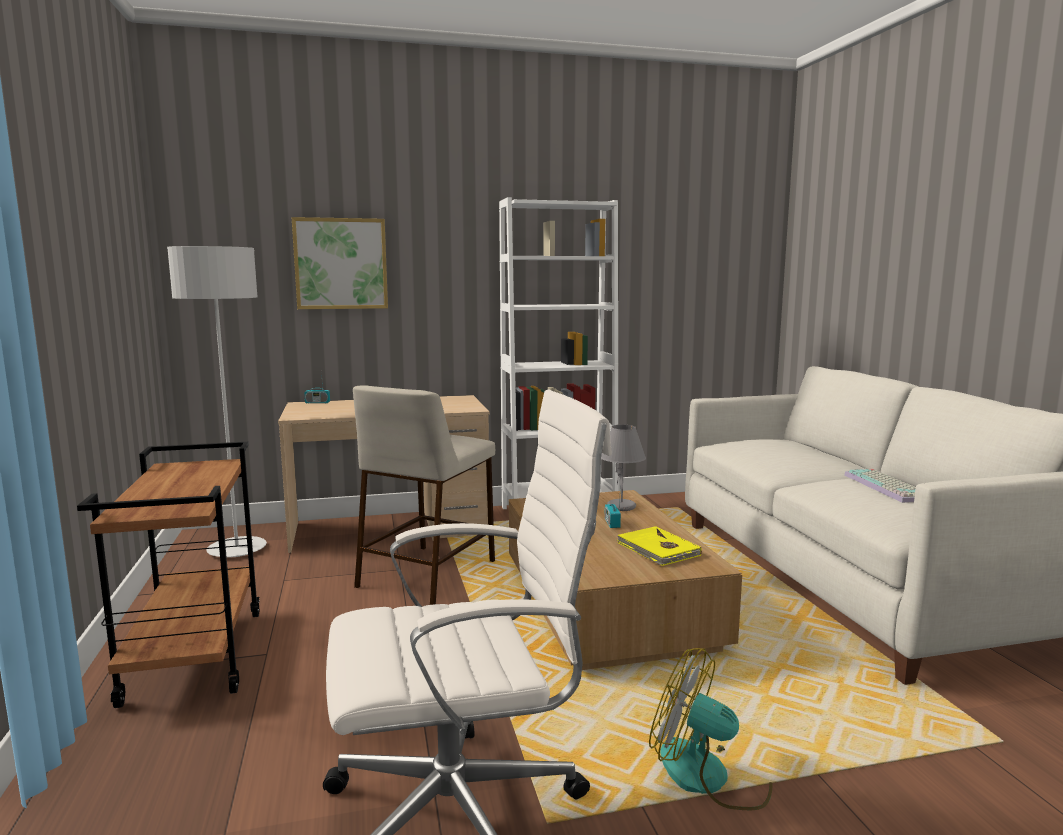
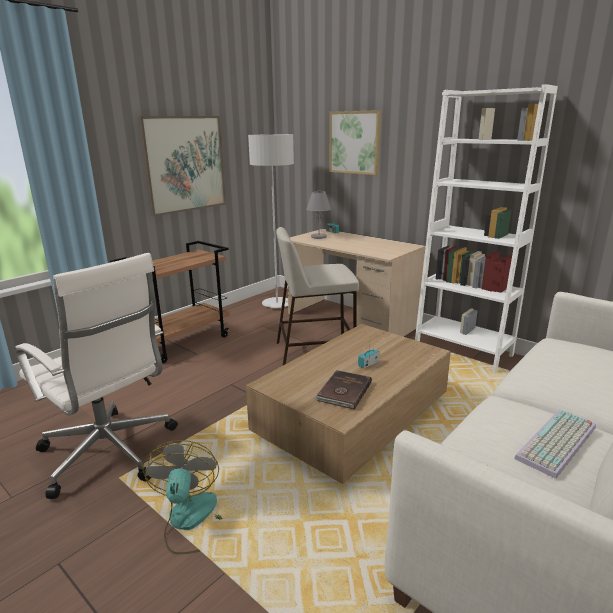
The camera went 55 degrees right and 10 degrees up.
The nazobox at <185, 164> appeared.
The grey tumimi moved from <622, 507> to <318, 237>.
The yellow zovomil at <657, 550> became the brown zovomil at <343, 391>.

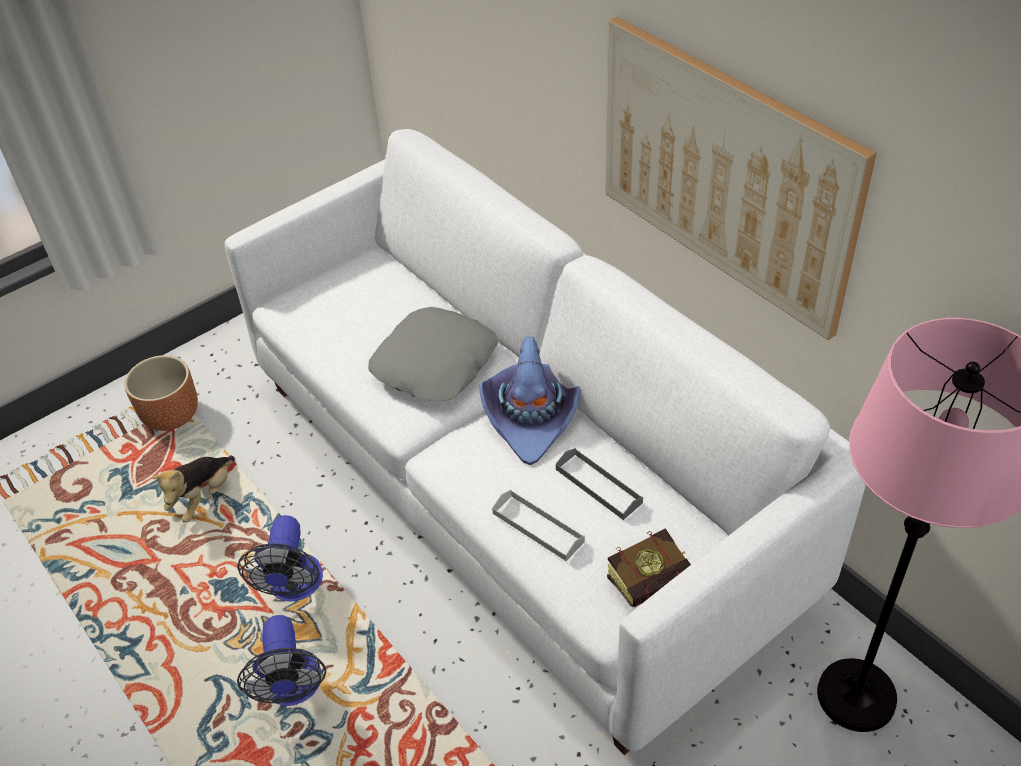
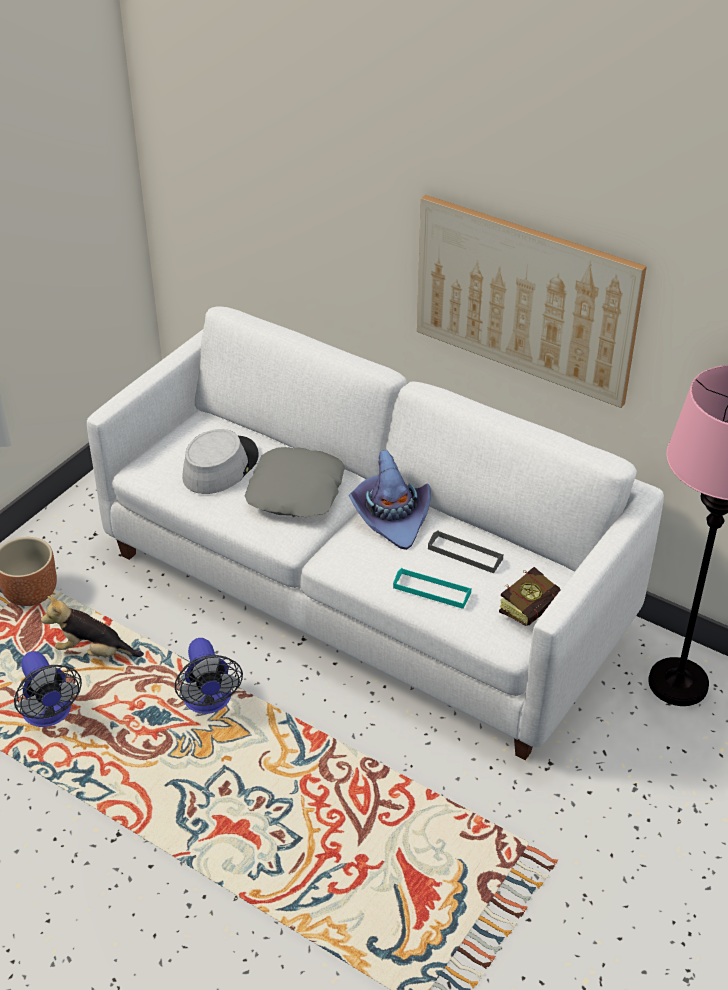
The camera went 20 degrees left and 5 degrees down.
The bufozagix moved from <293, 689> to <50, 715>.
The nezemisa at <203, 497> turned 90 degrees clockwise.
The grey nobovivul at <220, 466> appeared.
The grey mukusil at <538, 527> became the turquoise mukusil at <432, 590>.

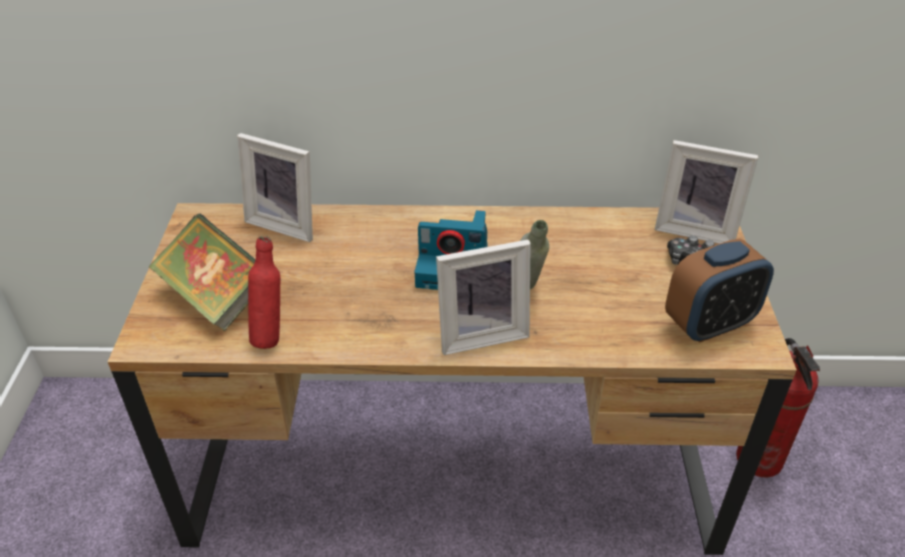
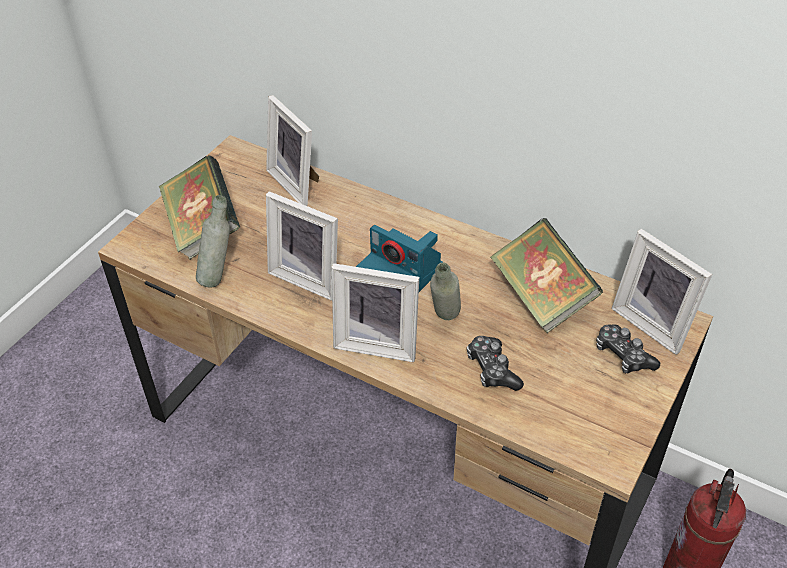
The camera went 30 degrees right and 5 degrees up.
The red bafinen at <271, 335> became the grey bafinen at <219, 277>.
The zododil at <309, 276> appeared.
The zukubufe at <492, 370> appeared.
The zovomil at <541, 297> appeared.
The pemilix at <709, 324> disappeared.

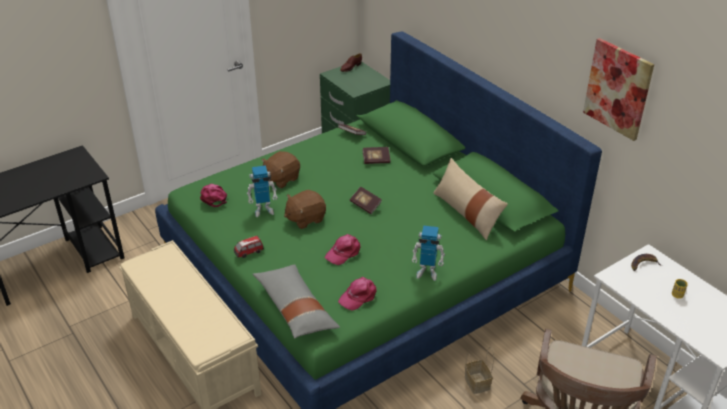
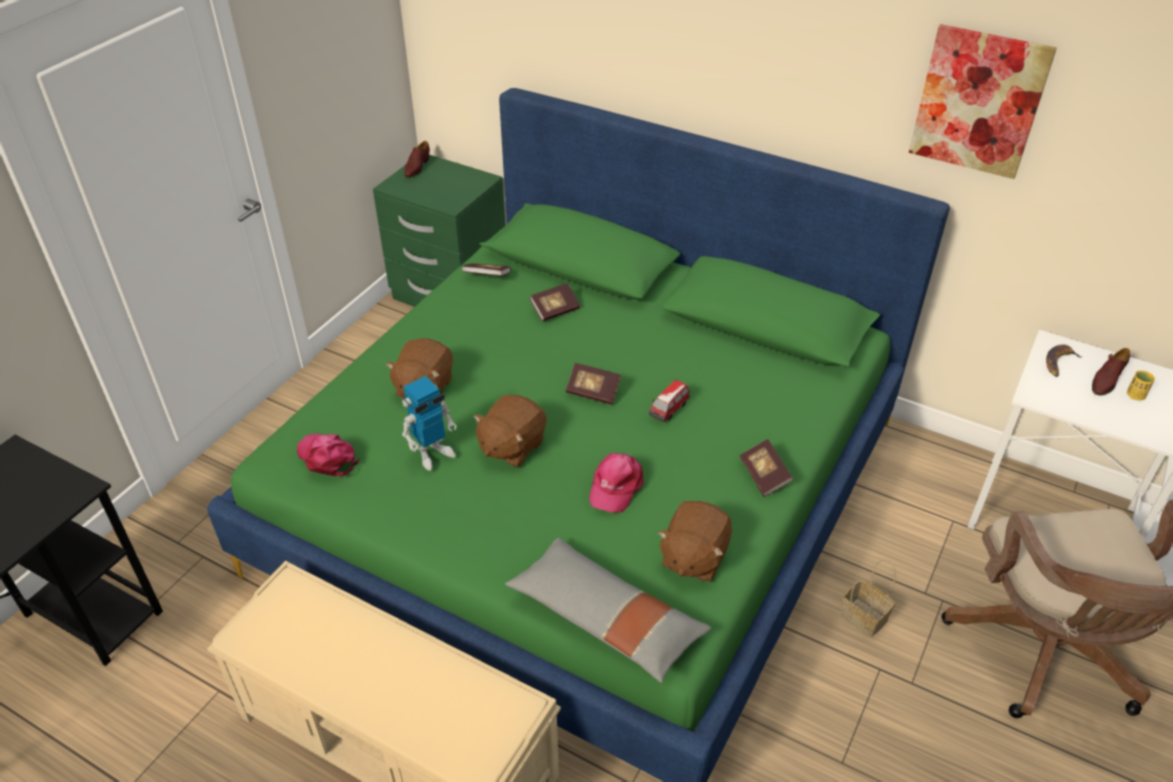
The camera went 25 degrees left and 5 degrees up.
The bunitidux moved from <249, 252> to <669, 410>.
The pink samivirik at <358, 296> was replaced by the brown nezemisa at <693, 557>.
The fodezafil at <427, 272> was replaced by the zovomil at <764, 475>.
The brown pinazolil at <1106, 380> appeared.
The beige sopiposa at <467, 213> disappeared.

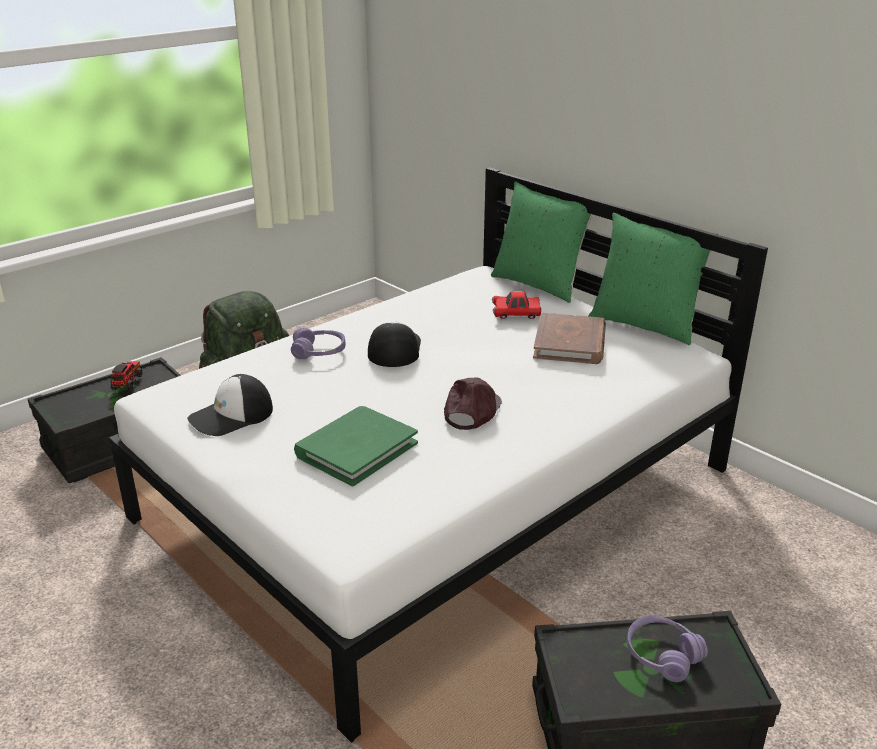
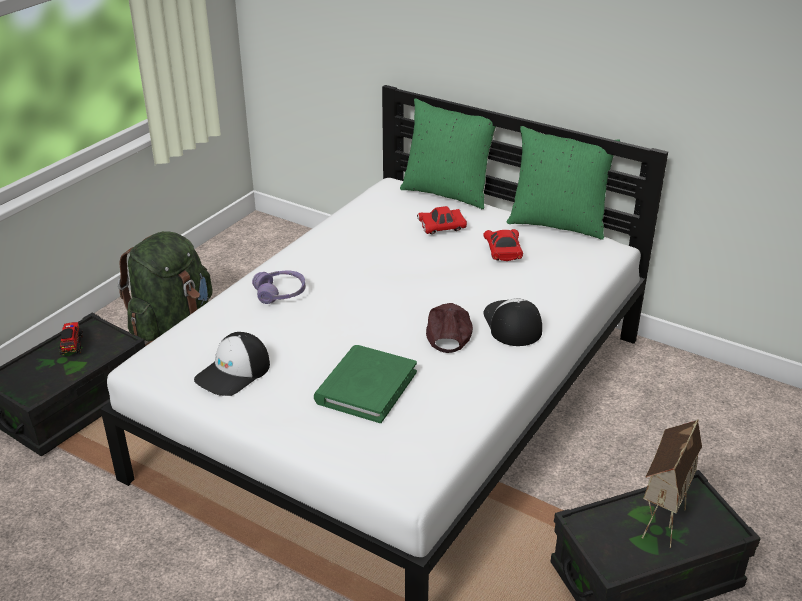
The camera went 15 degrees left and 5 degrees up.
The brown zovomil at <570, 343> was replaced by the red bunitidux at <503, 252>.
The samivirik moved from <394, 349> to <511, 324>.
The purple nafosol at <662, 655> was replaced by the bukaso at <660, 517>.

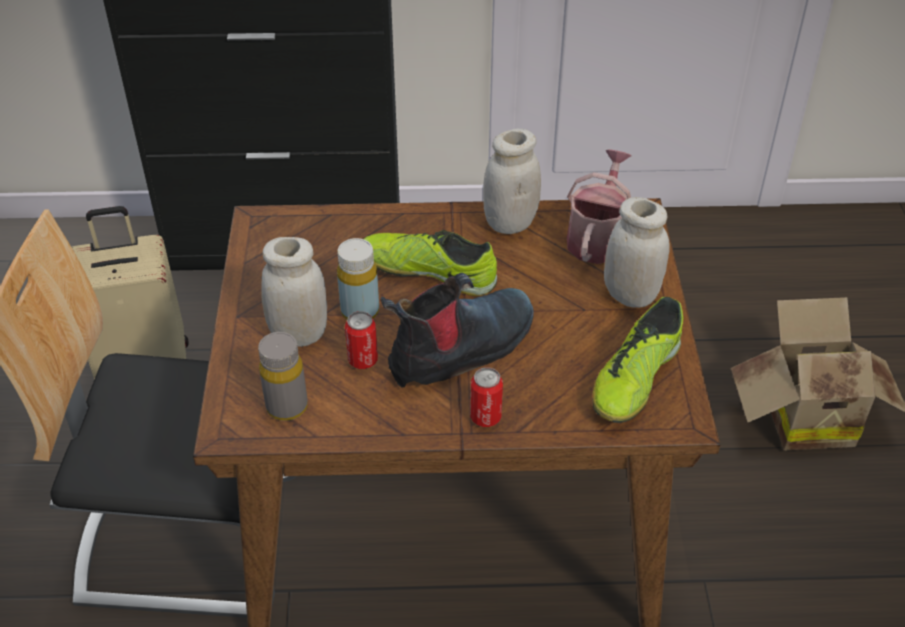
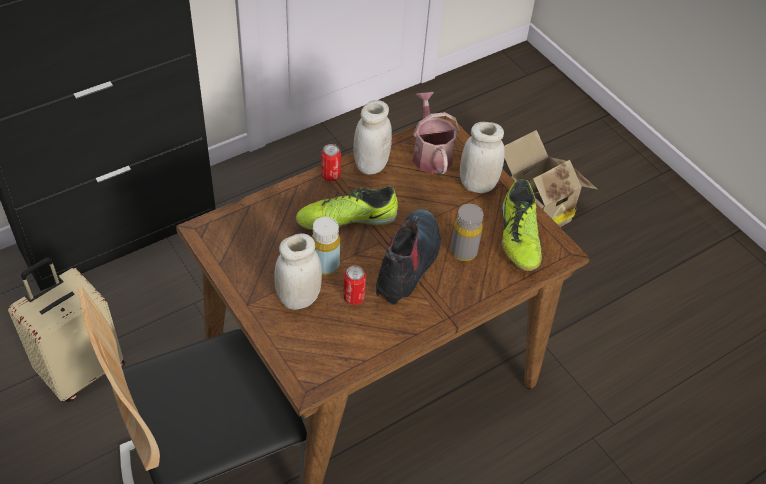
The camera went 35 degrees left and 5 degrees up.
The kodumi moved from <485, 417> to <330, 176>.
The grey bafinen moved from <287, 406> to <463, 251>.

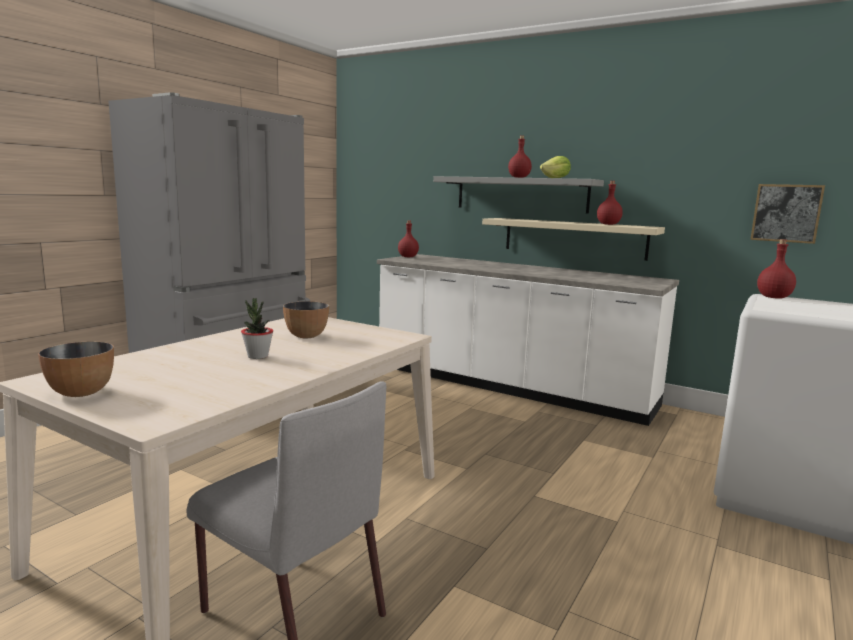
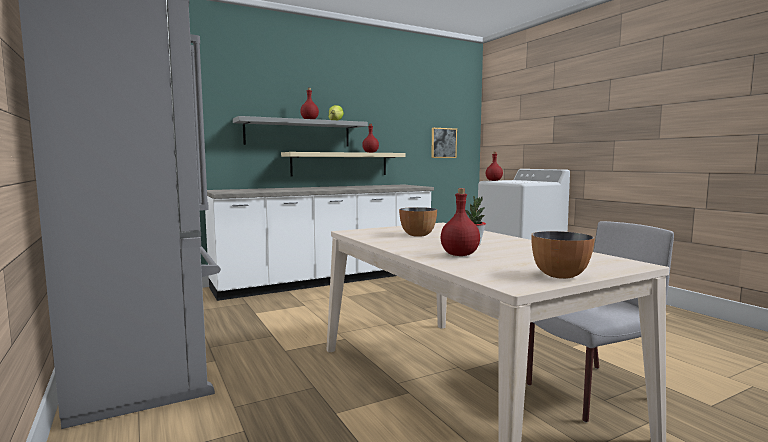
The camera went 60 degrees left and 5 degrees down.
The red bafinen moved from <407, 257> to <460, 255>.

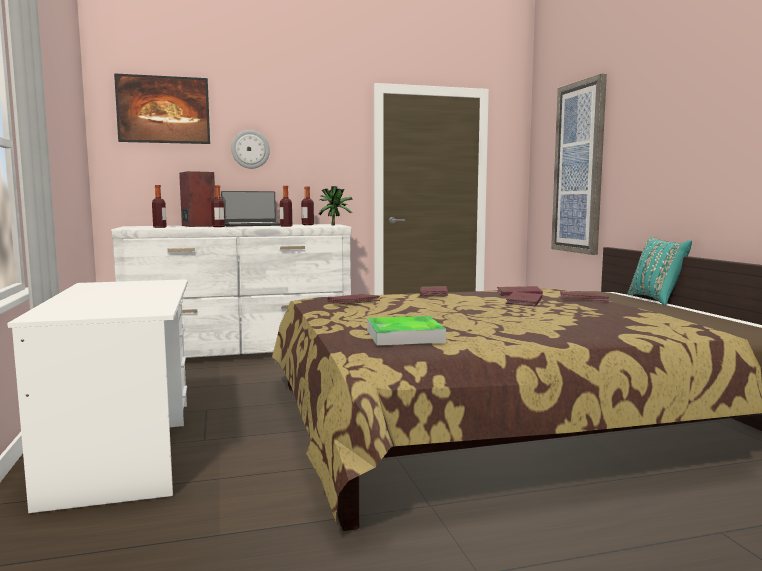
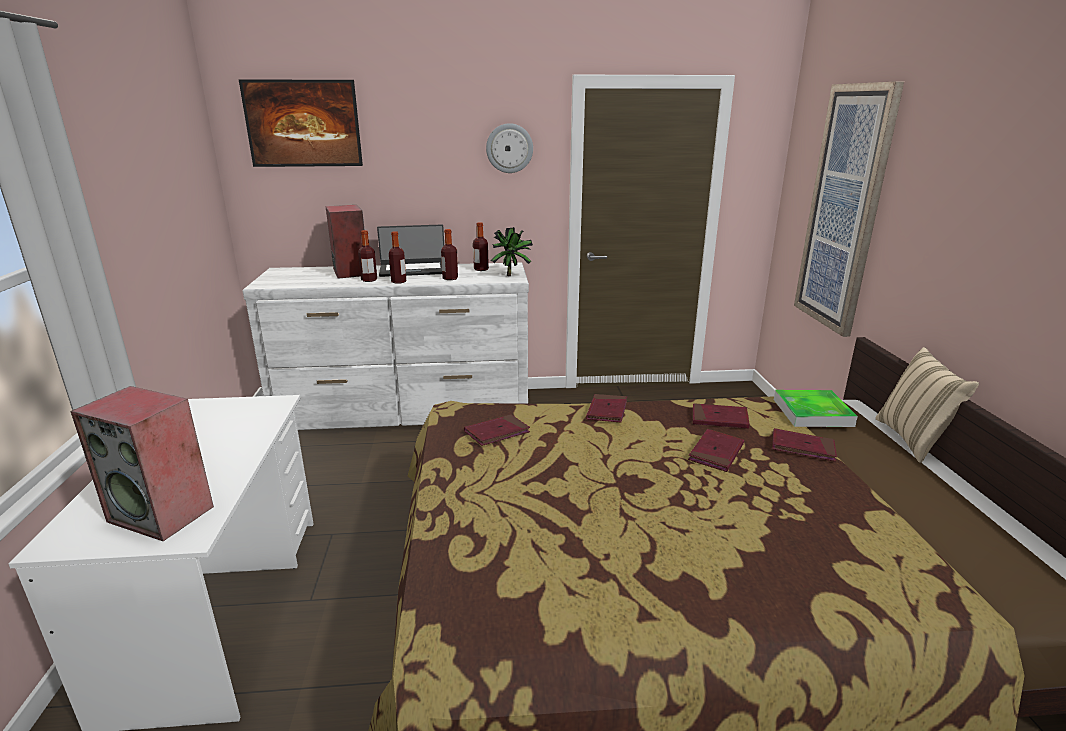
The camera went 10 degrees right and 15 degrees up.
The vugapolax at <163, 514> appeared.
The bafinen moved from <159, 227> to <398, 281>.
The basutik moved from <250, 149> to <509, 148>.
The mukusil moved from <404, 336> to <812, 412>.
The turquoise sopiposa at <656, 299> became the beige sopiposa at <913, 440>.

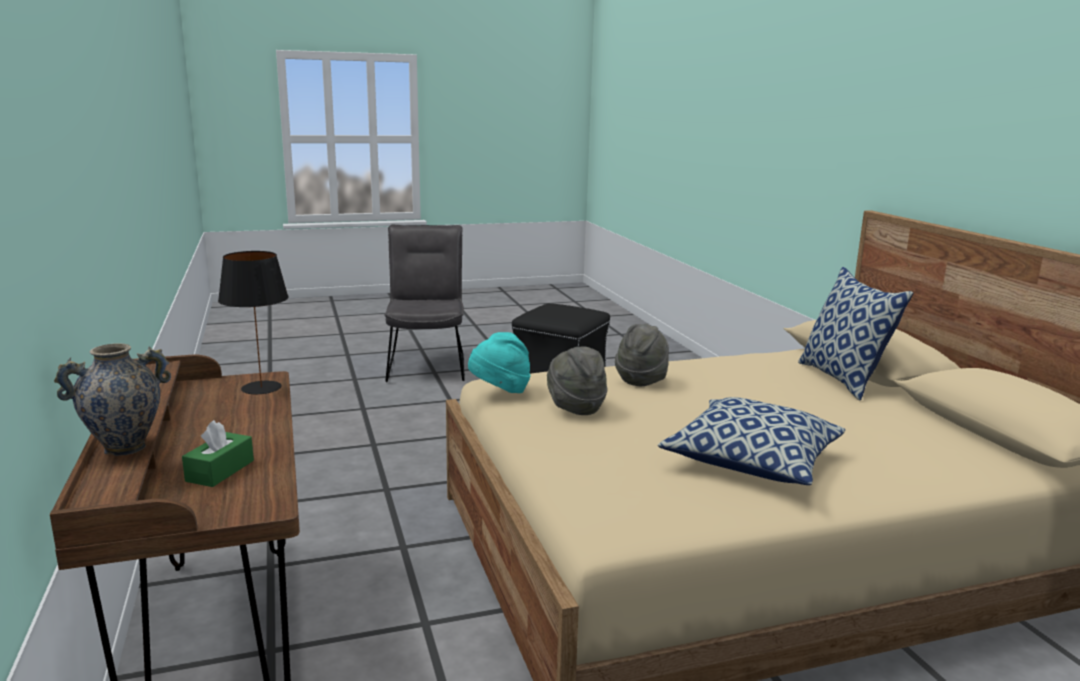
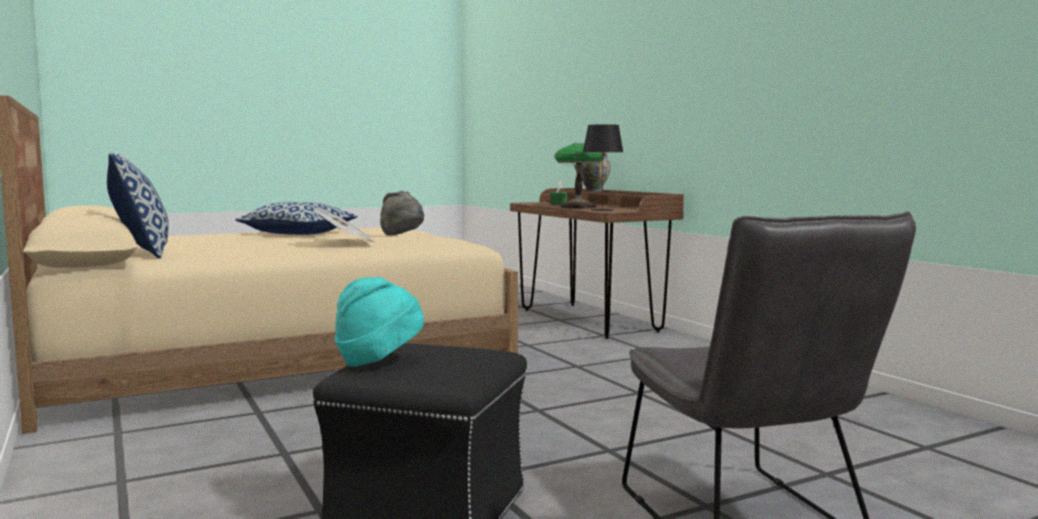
The camera went 170 degrees right and 10 degrees down.
The grey nobovivul at <641, 379> was replaced by the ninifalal at <344, 241>.
The turquoise nobovivul moved from <500, 391> to <379, 361>.
The tumimi at <578, 207> appeared.

